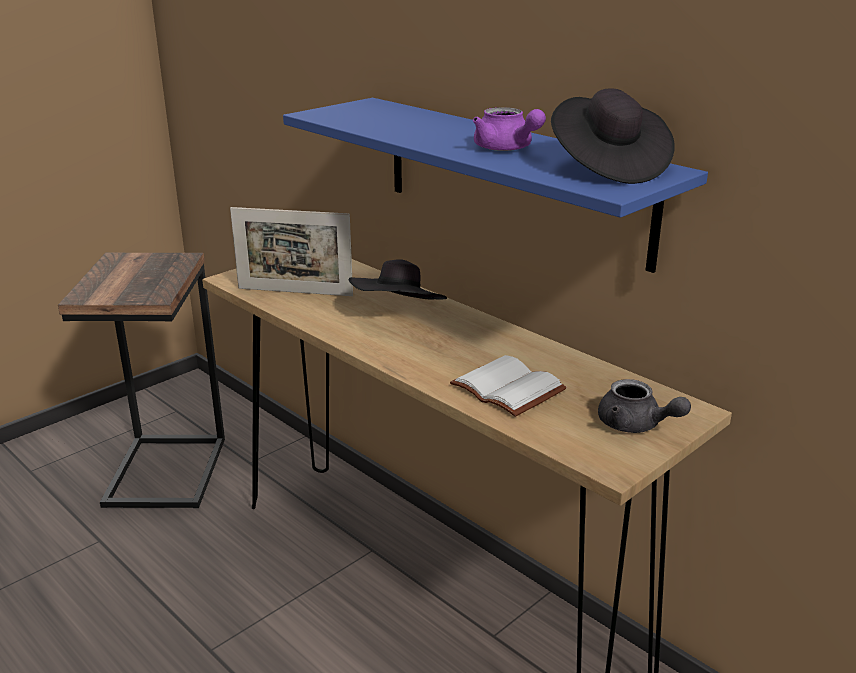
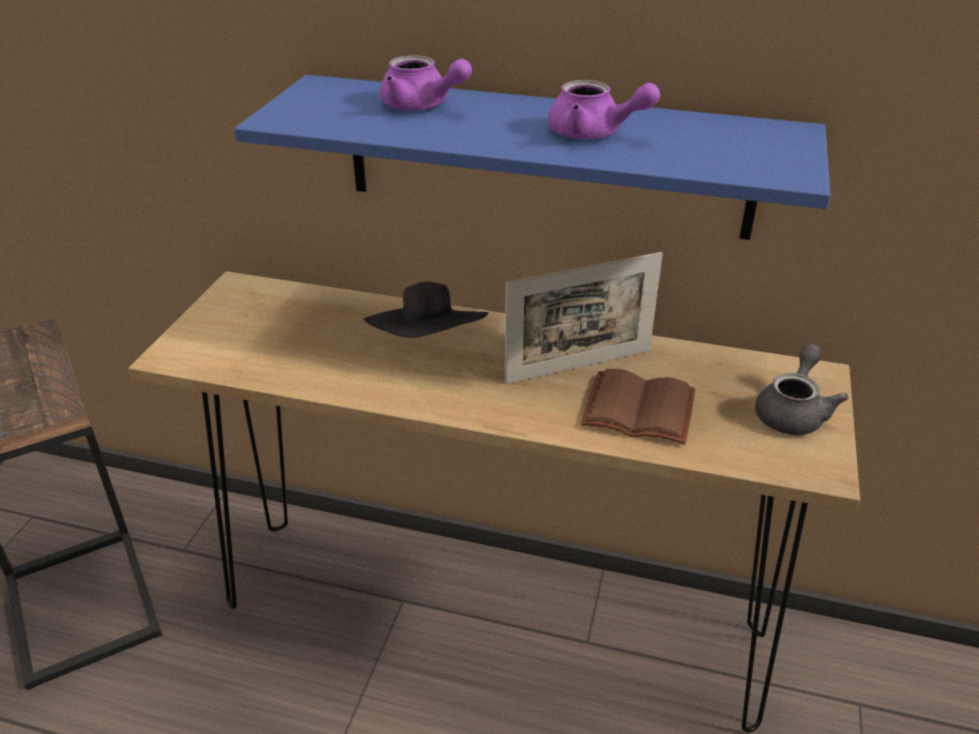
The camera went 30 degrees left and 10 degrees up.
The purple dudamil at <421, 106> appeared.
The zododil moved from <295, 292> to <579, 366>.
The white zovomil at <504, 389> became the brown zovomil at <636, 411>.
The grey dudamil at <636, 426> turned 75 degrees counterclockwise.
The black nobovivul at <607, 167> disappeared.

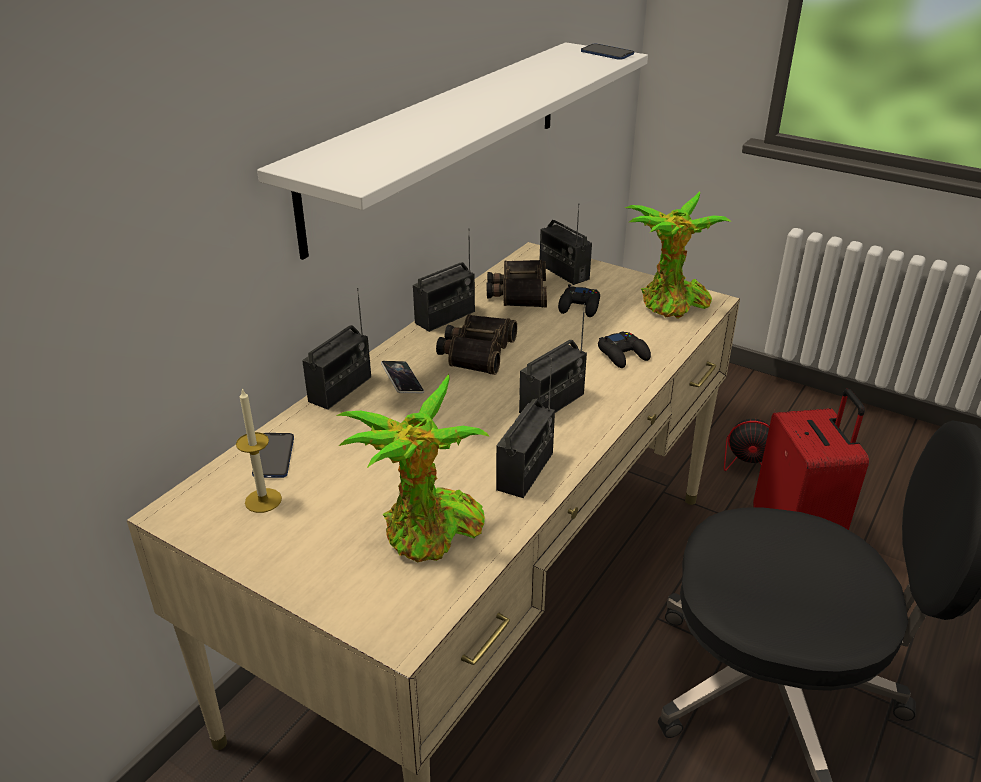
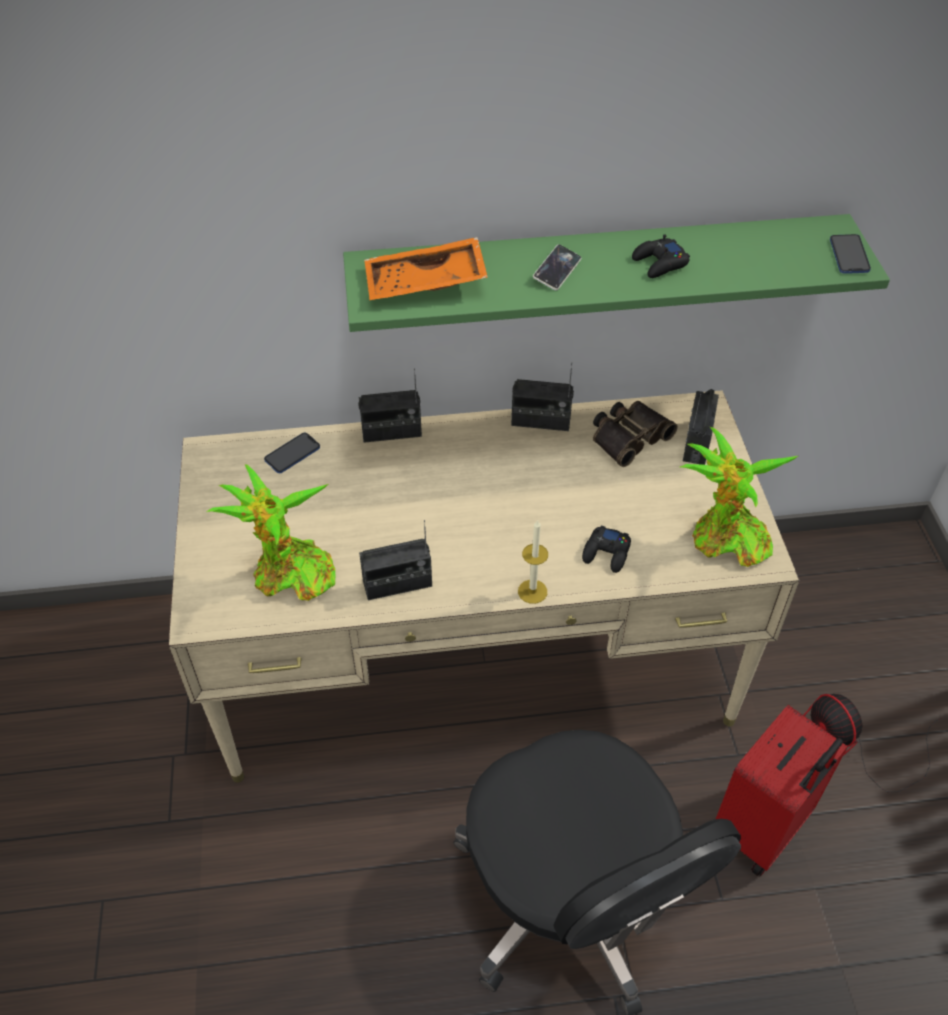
The camera went 50 degrees right and 15 degrees up.
The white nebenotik at <442, 138> became the green nebenotik at <597, 270>.
The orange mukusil at <425, 284> appeared.
The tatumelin moved from <263, 500> to <532, 591>.
The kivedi moved from <402, 380> to <557, 271>.
The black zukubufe moved from <579, 307> to <659, 263>.
The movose at <476, 351> disappeared.
The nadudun at <552, 403> disappeared.

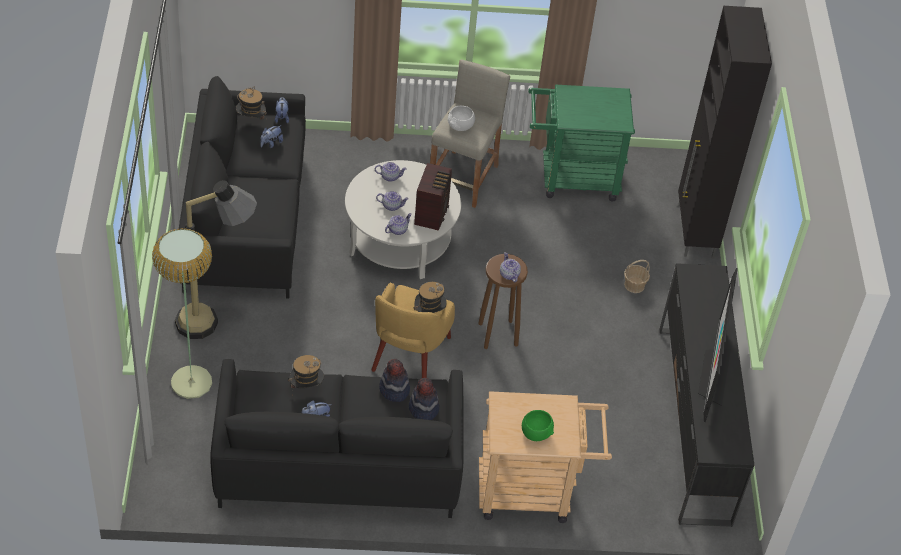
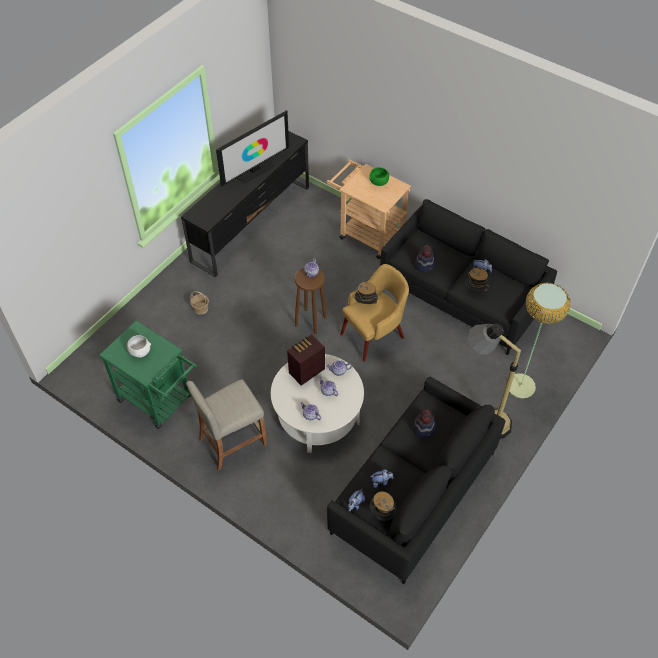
The camera went 140 degrees left and 5 degrees up.
The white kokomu moved from <460, 126> to <140, 351>.
The nobovivul moved from <423, 408> to <424, 428>.
The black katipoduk at <695, 231> disappeared.

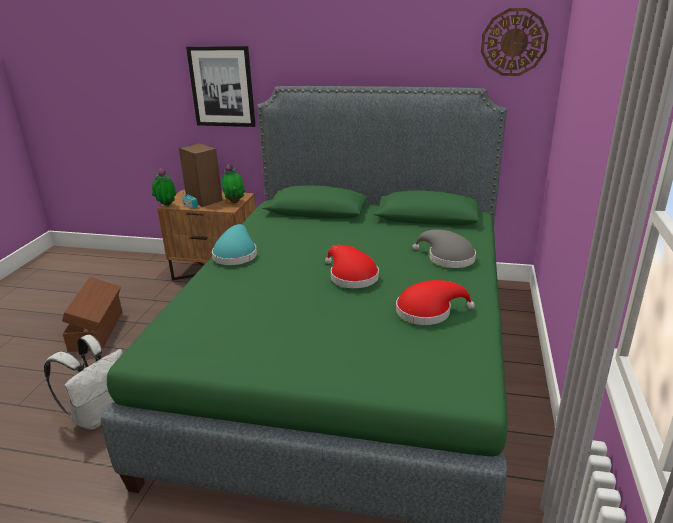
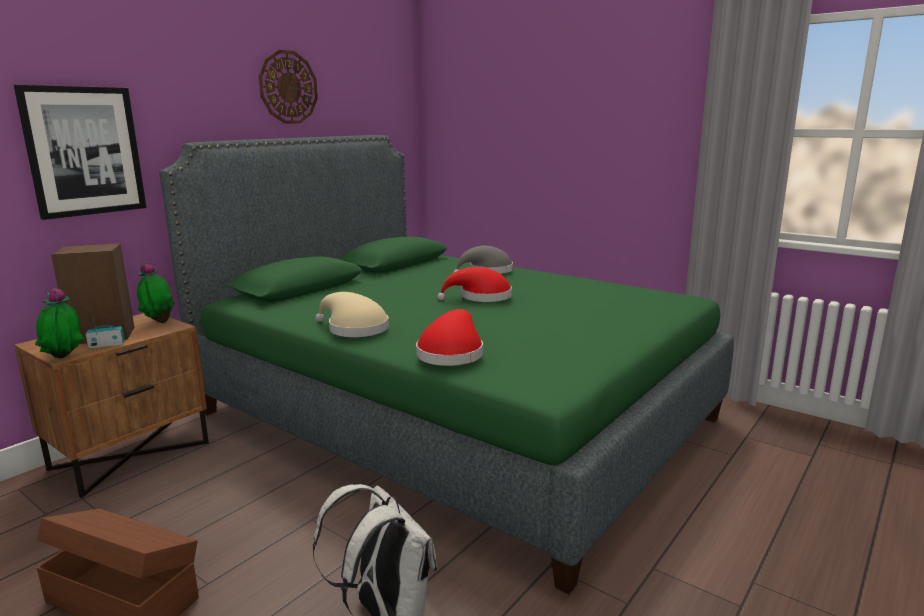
The camera went 65 degrees left and 10 degrees down.
The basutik moved from <513, 42> to <288, 87>.
The turquoise nobovivul at <236, 255> became the beige nobovivul at <354, 329>.
The red nobovivul moved from <428, 311> to <451, 353>.

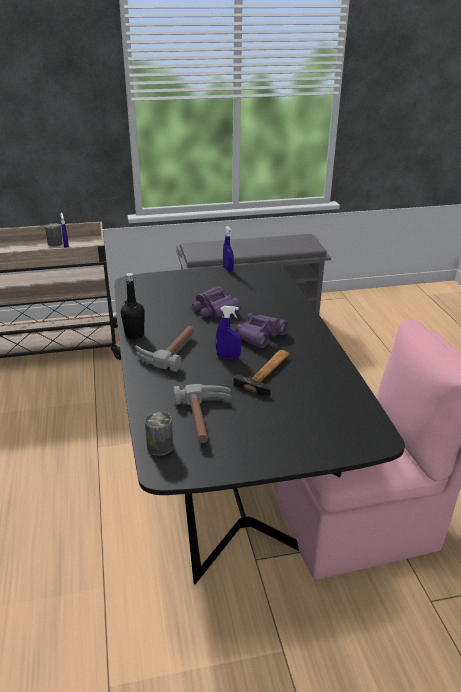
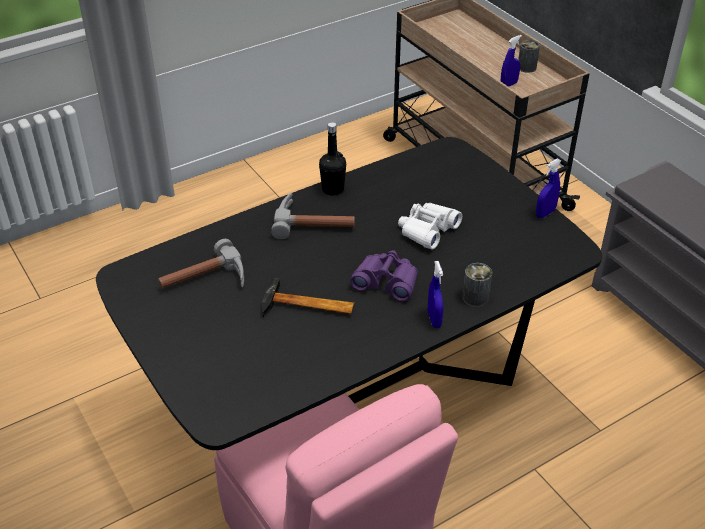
The camera went 70 degrees right and 10 degrees up.
The purple movose at <214, 309> became the white movose at <427, 230>.
The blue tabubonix moved from <228, 357> to <434, 319>.
The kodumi moved from <160, 446> to <475, 297>.

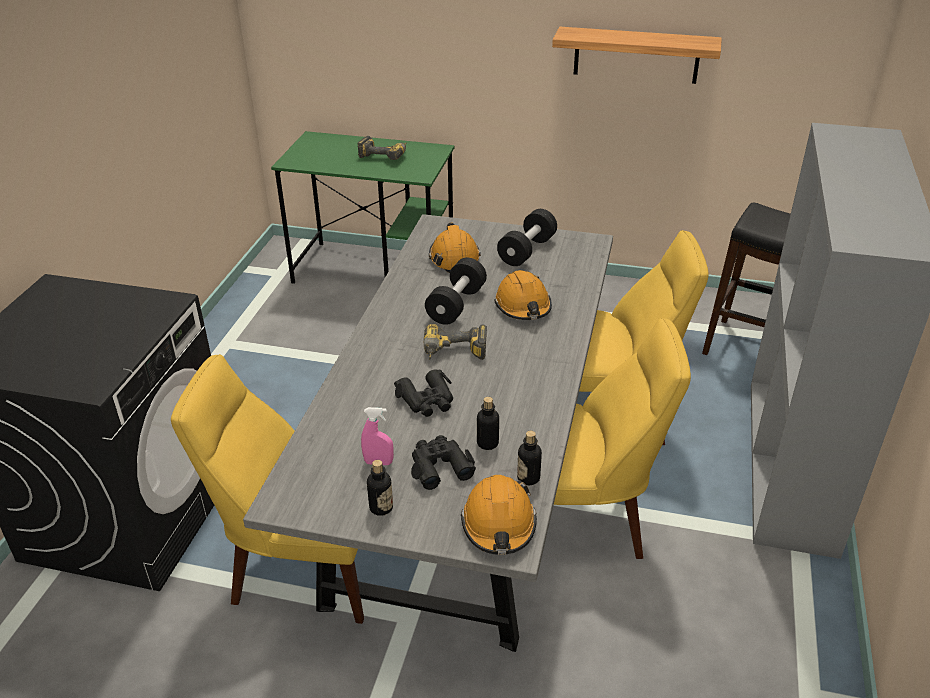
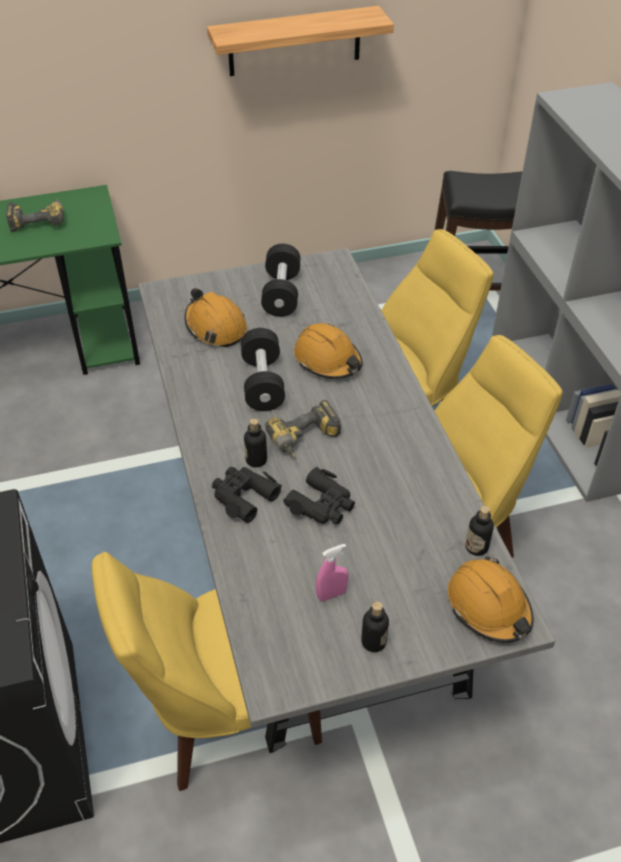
The camera went 30 degrees left and 10 degrees up.
The black movose moved from <439, 466> to <243, 496>.
The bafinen moved from <487, 443> to <256, 460>.

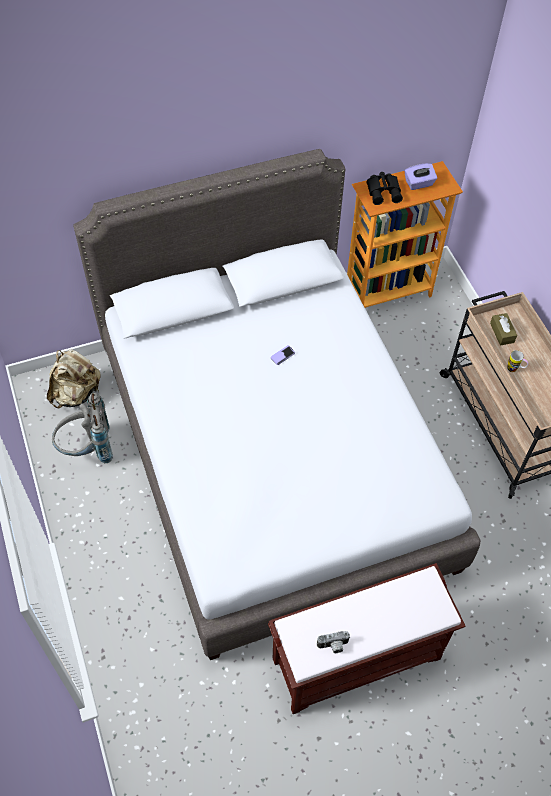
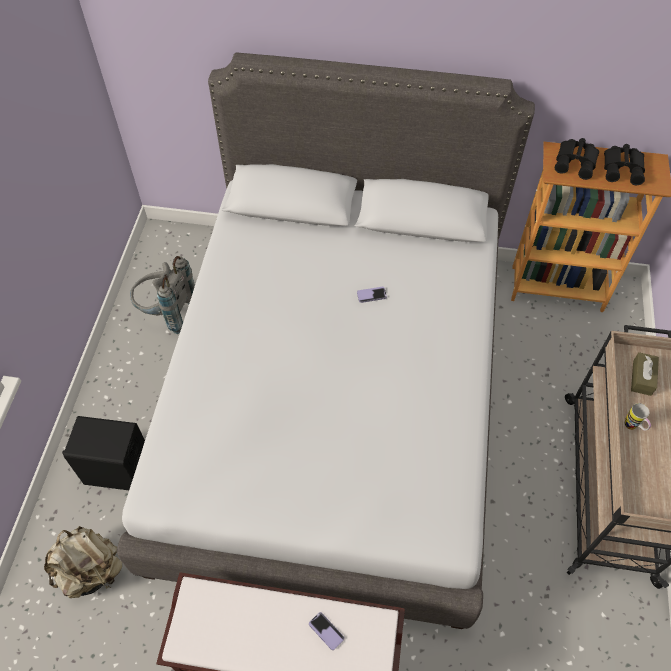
The camera went 30 degrees right and 0 degrees up.
The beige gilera moved from <76, 393> to <91, 571>.
The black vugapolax at <117, 469> appeared.
The kivedi at <326, 631> appeared.
The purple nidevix at <419, 183> was replaced by the black movose at <623, 168>.
The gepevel at <333, 646> disappeared.

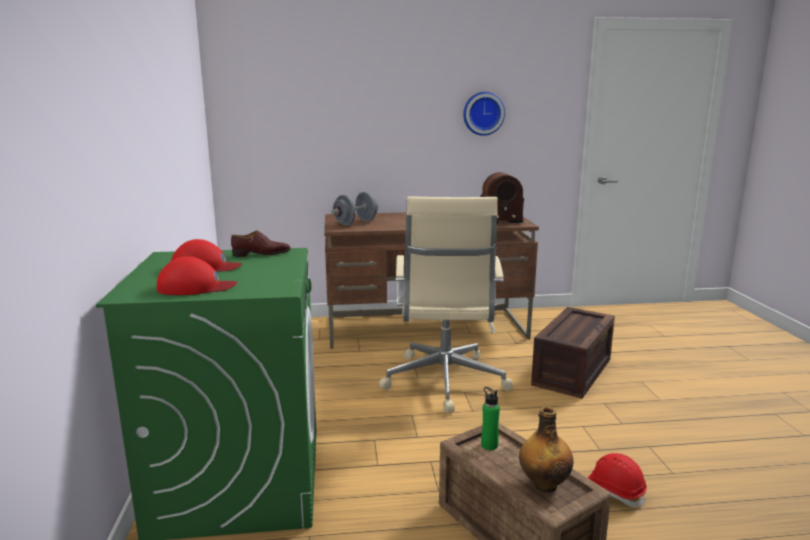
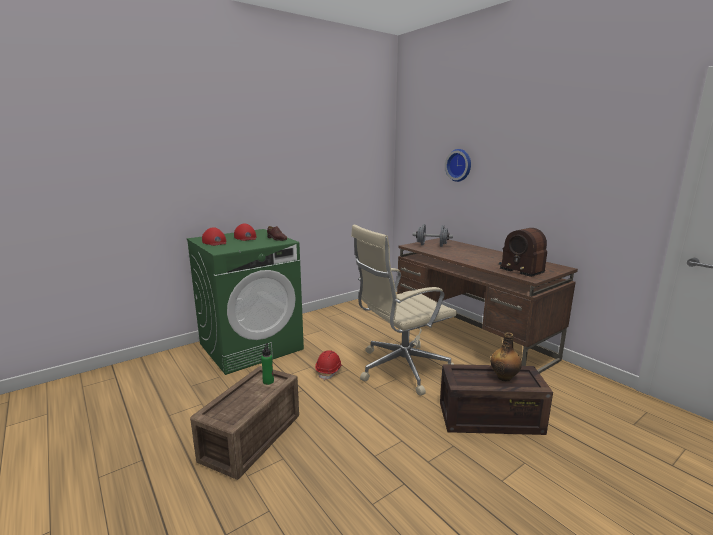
The camera went 60 degrees right and 0 degrees up.
The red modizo moved from <613, 491> to <329, 371>.
The basutik moved from <483, 113> to <459, 165>.
The bafinen moved from <544, 484> to <504, 377>.

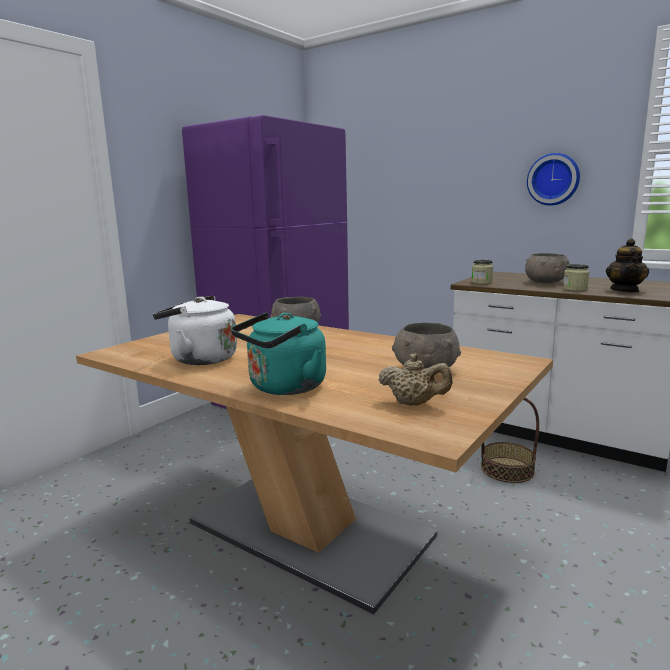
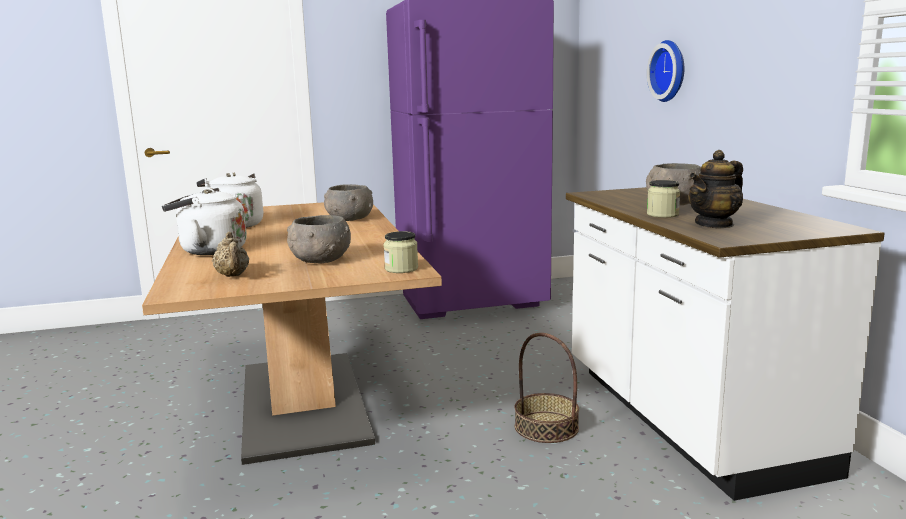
The camera went 40 degrees right and 0 degrees up.
The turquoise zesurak at <284, 388> became the white zesurak at <209, 251>.
The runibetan moved from <481, 282> to <401, 269>.
The basutik moved from <553, 179> to <670, 71>.

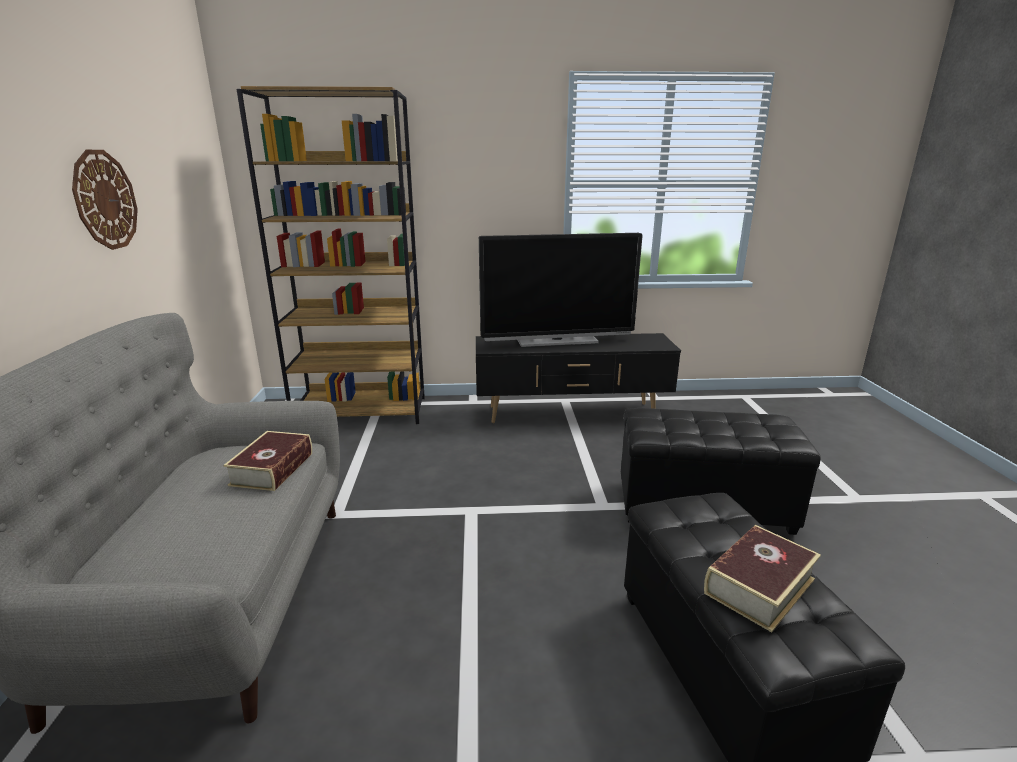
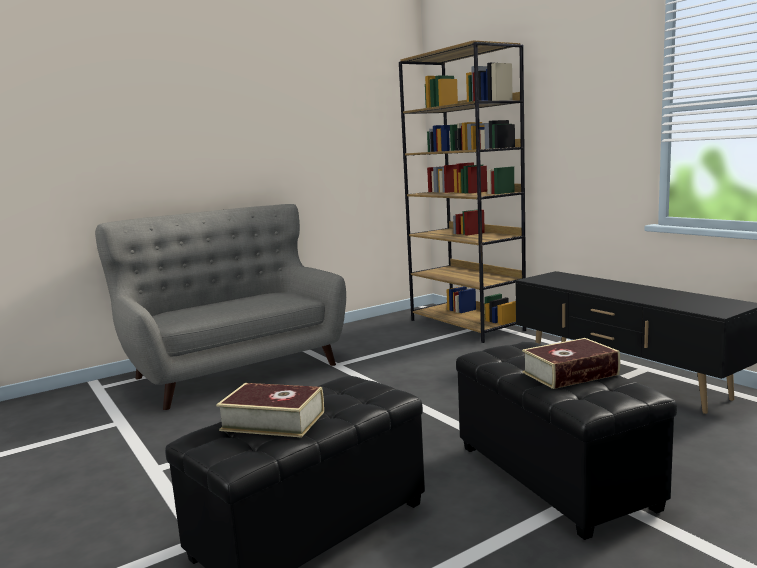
The camera went 60 degrees right and 10 degrees down.
The zovomil moved from <272, 469> to <570, 373>.
The basutik at <105, 200> disappeared.
The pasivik at <557, 341> disappeared.

